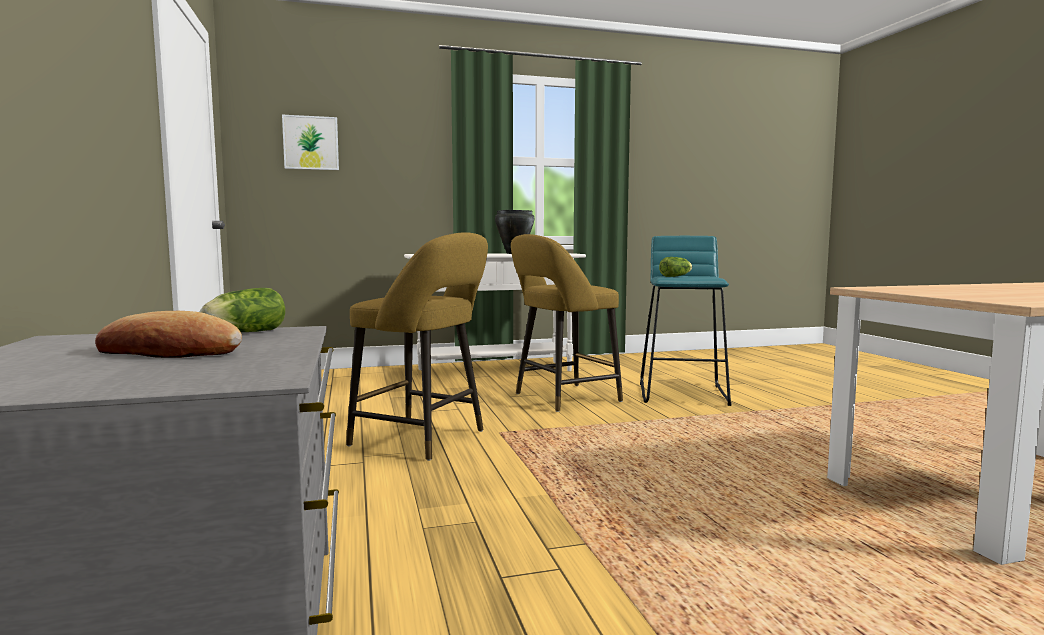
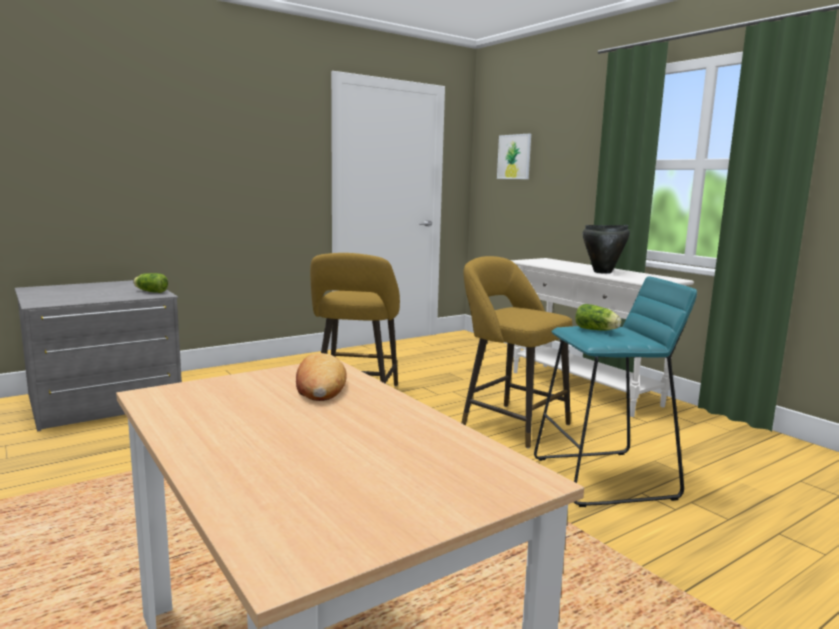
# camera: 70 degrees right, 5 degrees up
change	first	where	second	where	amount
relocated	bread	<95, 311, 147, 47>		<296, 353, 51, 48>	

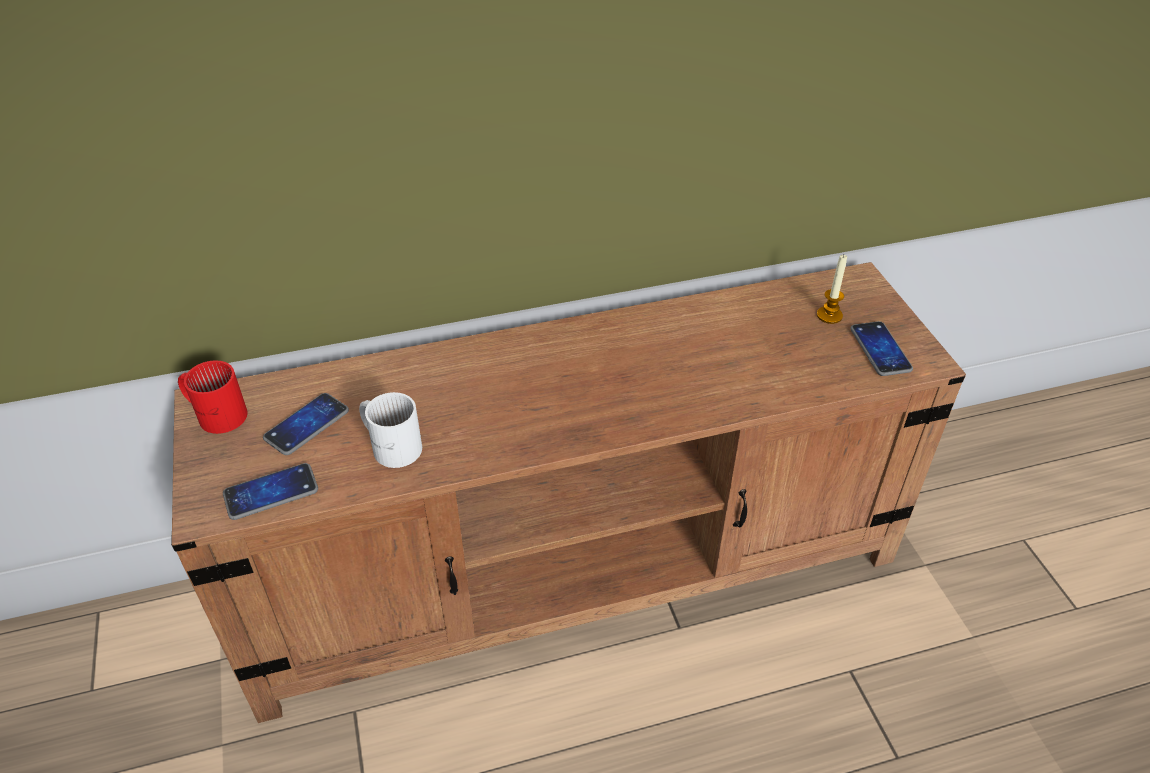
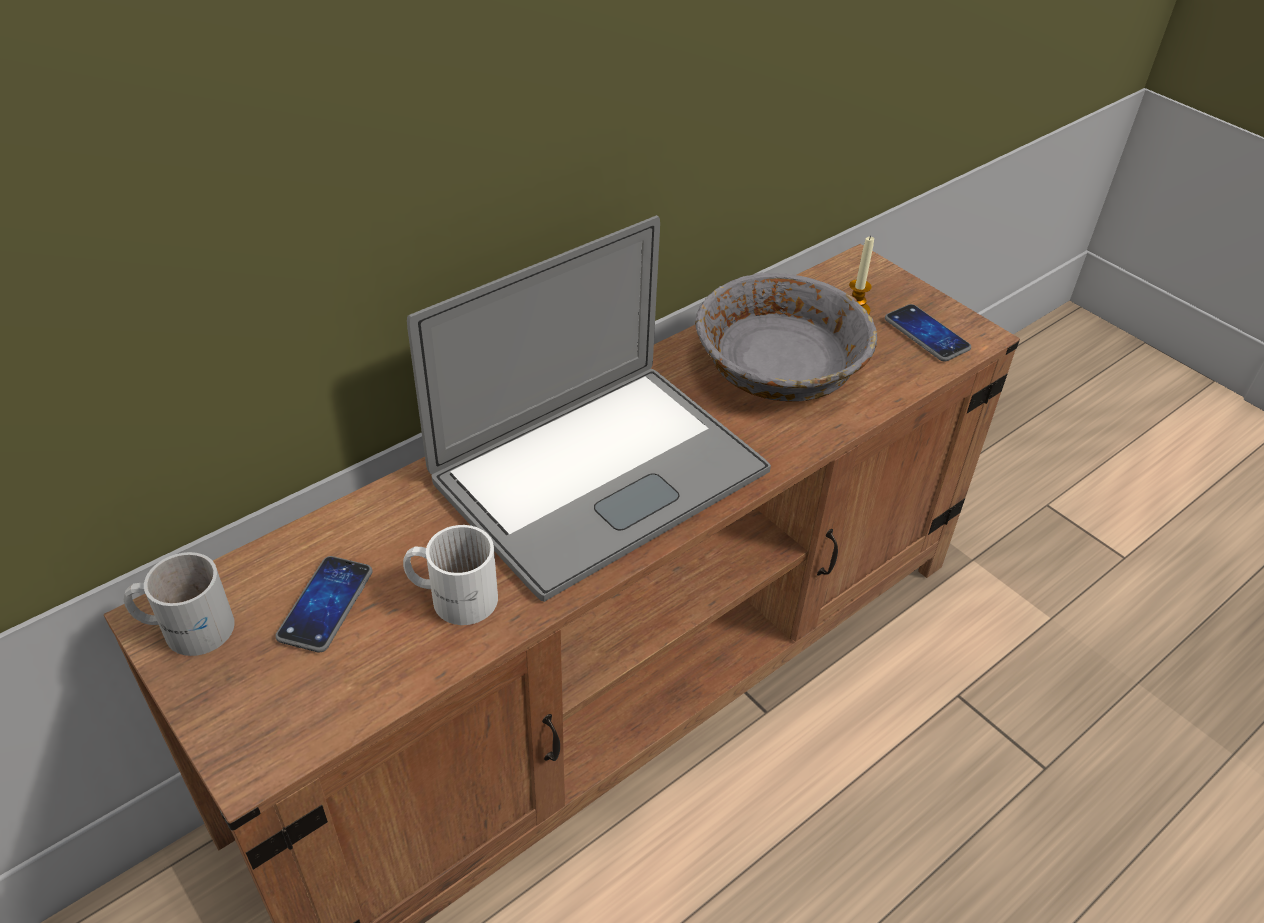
# camera: 25 degrees left, 0 degrees up
change	first	where	second	where	amount
colour	red mug	<178, 360, 70, 74>	white mug	<124, 552, 111, 104>	
missing	phone	<223, 463, 95, 57>			
appeared			laptop	<407, 215, 364, 387>	
appeared			grey bowl	<695, 272, 182, 130>	

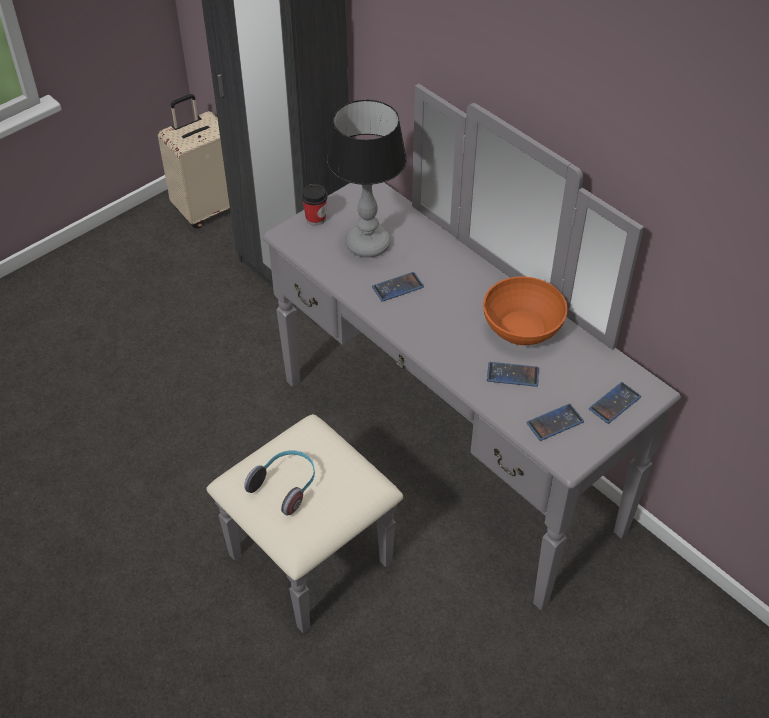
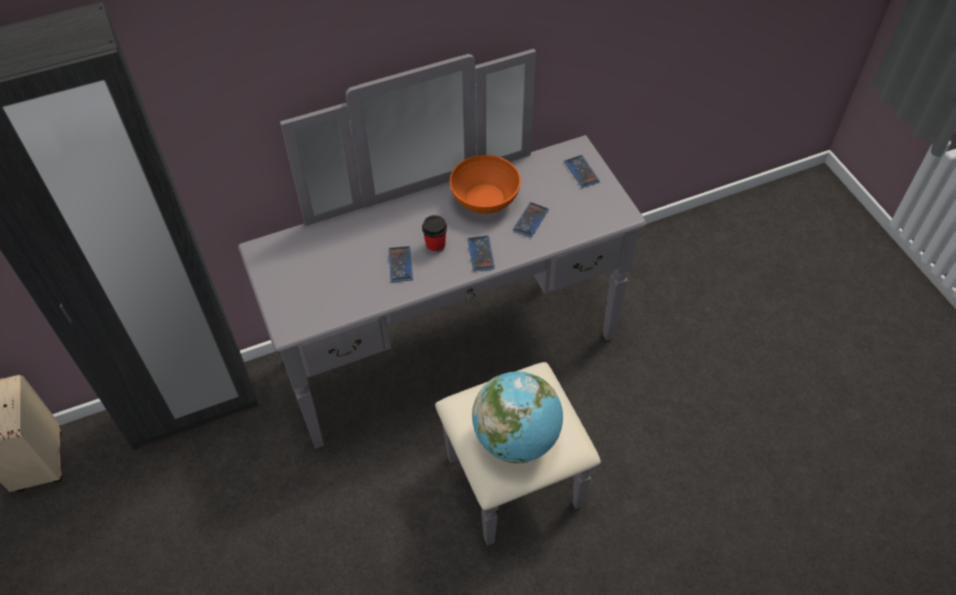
# camera: 70 degrees left, 5 degrees up
change	first	where	second	where	amount
missing	table lamp	<327, 100, 80, 158>			
relocated	cup	<301, 184, 27, 42>		<422, 215, 25, 38>	
relocated	phone	<526, 404, 58, 37>		<468, 235, 27, 37>	
exchanged	headphones	<244, 450, 71, 65>	globe	<472, 371, 91, 92>	

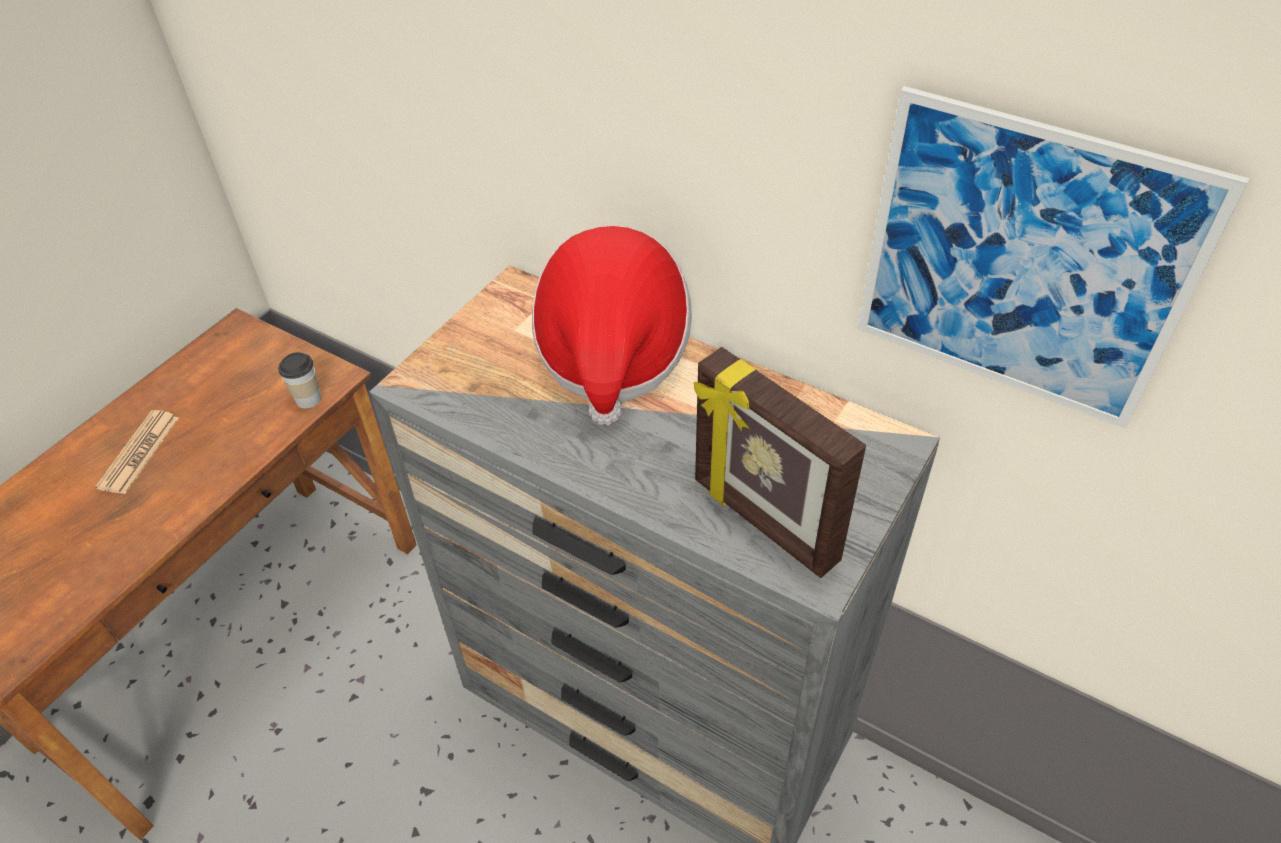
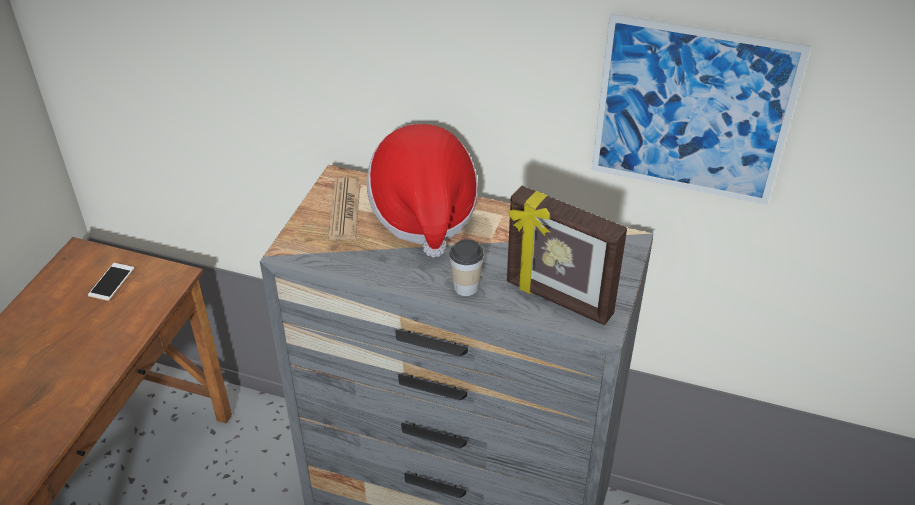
# camera: 15 degrees left, 5 degrees down
change	first	where	second	where	amount
relocated	cup	<278, 352, 43, 57>		<449, 239, 35, 57>	
relocated	newspaper	<95, 410, 84, 84>		<328, 177, 32, 63>	
appeared			phone	<88, 263, 46, 38>	

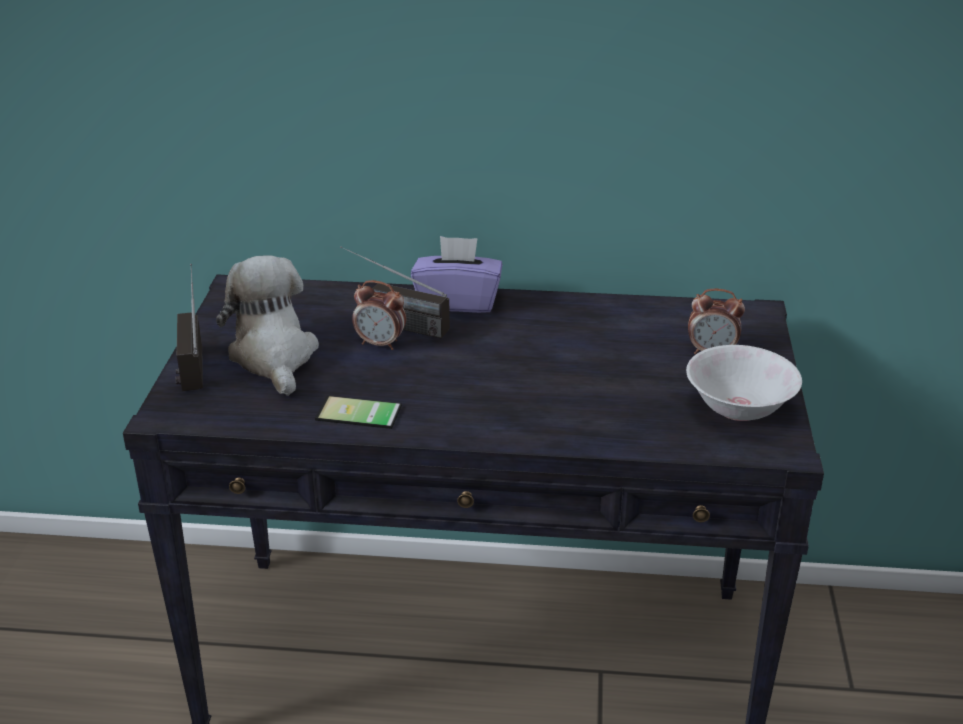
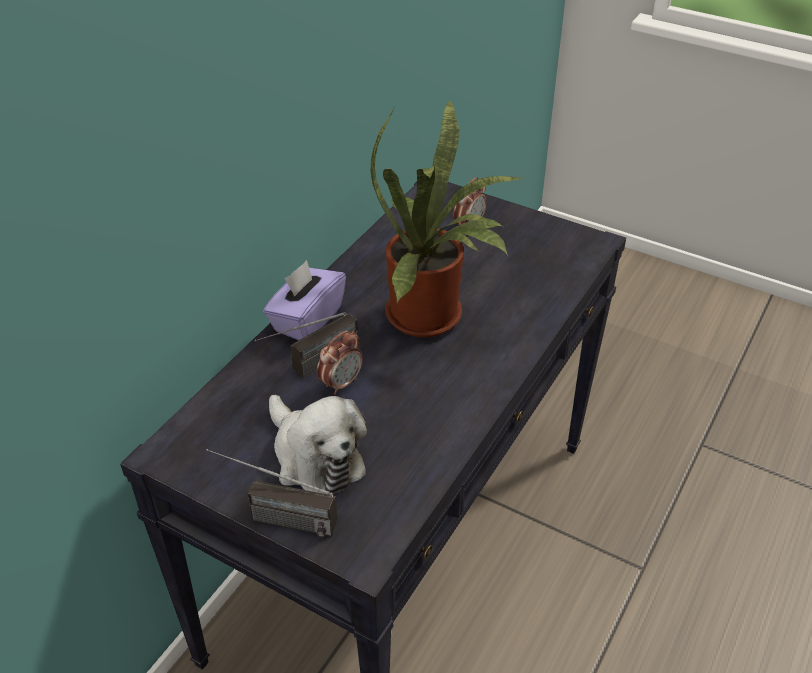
# camera: 65 degrees left, 10 degrees up
change	first	where	second	where	amount
spun	plush toy	<216, 256, 103, 140>		<269, 395, 98, 101>	135 degrees counterclockwise
missing	white bowl	<686, 345, 116, 76>			
missing	phone	<315, 395, 87, 34>			
appeared			potted plant	<371, 99, 155, 239>	

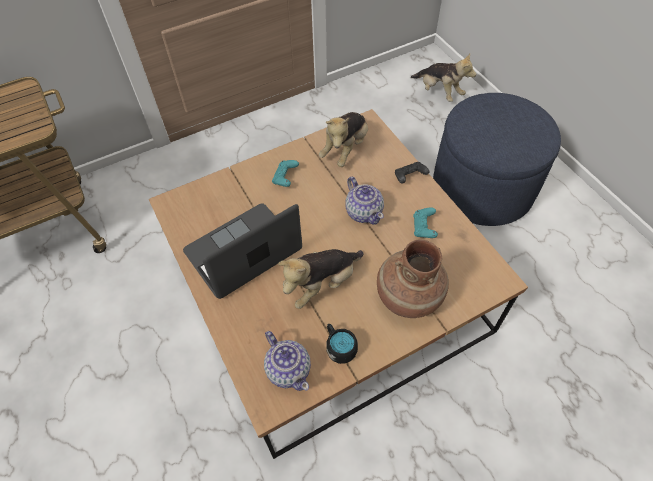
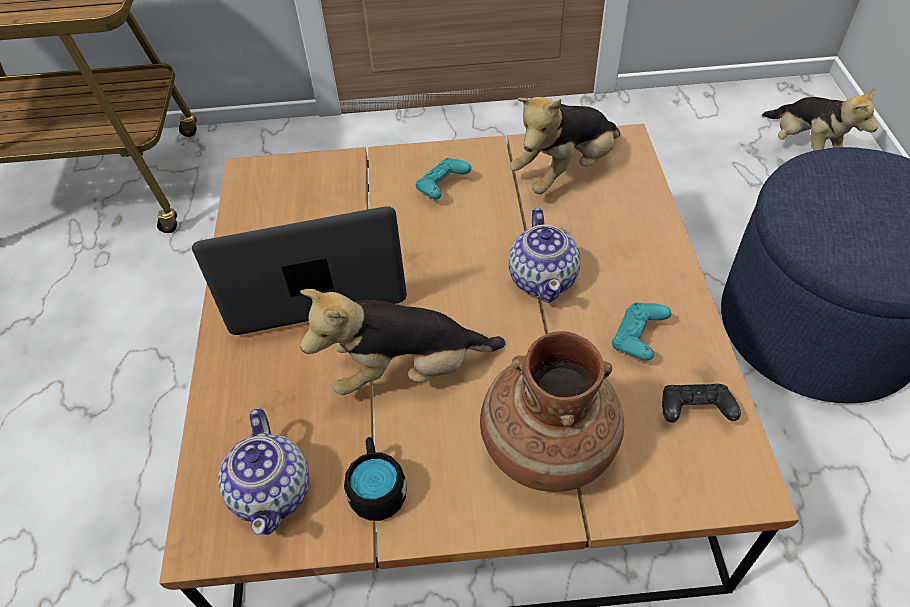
# camera: 25 degrees right, 5 degrees down
change	first	where	second	where	amount
relocated	black game controller	<395, 162, 34, 22>		<662, 383, 79, 39>	

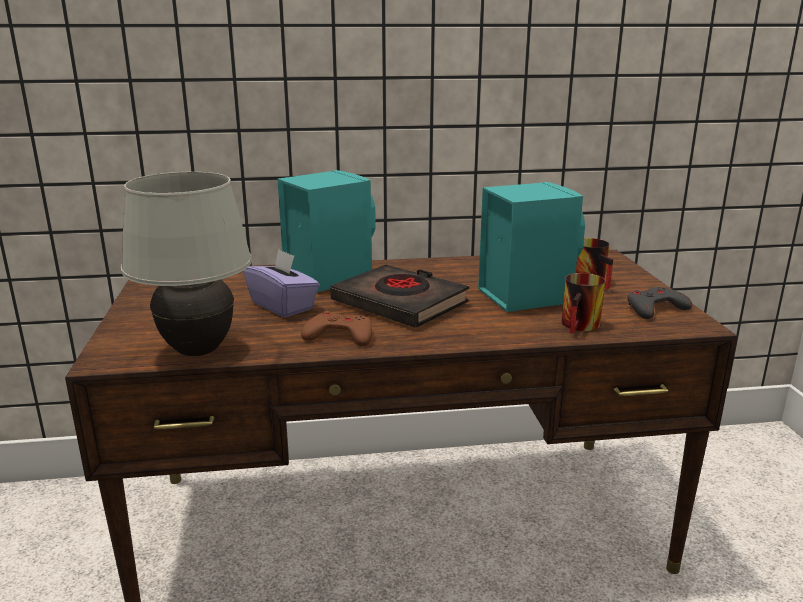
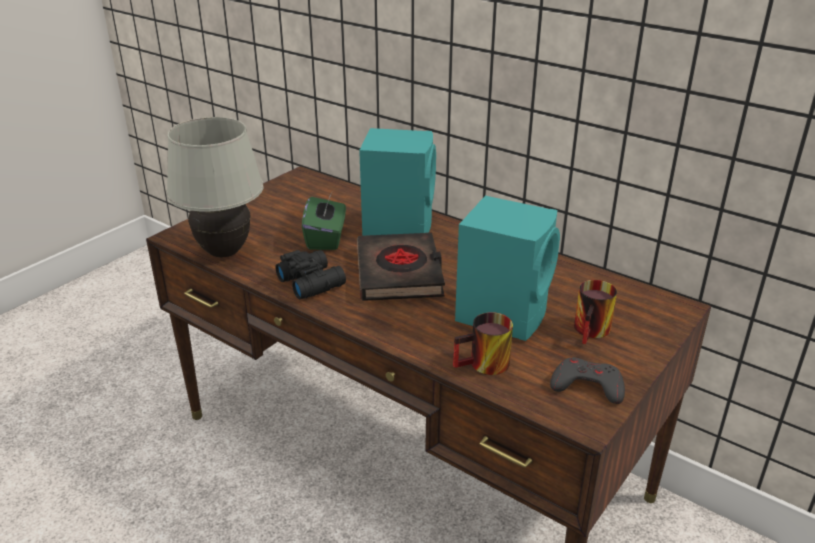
# camera: 45 degrees right, 10 degrees up
change	first	where	second	where	amount
colour	purple tissue box	<243, 249, 77, 68>	green tissue box	<302, 192, 44, 58>	
exchanged	brown game controller	<301, 311, 71, 35>	black binoculars	<275, 250, 71, 49>	

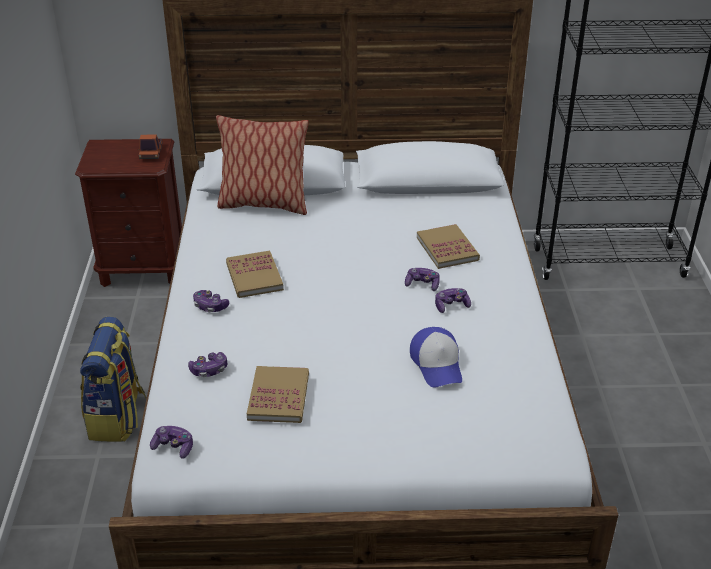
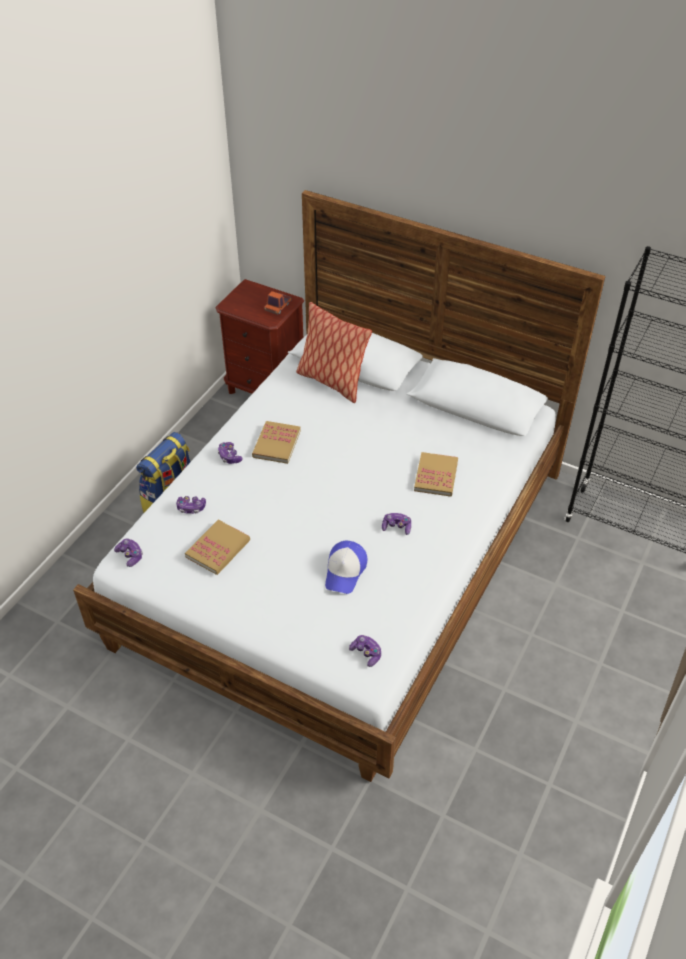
# camera: 30 degrees right, 10 degrees up
change	first	where	second	where	amount
relocated	game controller	<405, 268, 34, 23>		<349, 635, 32, 32>	

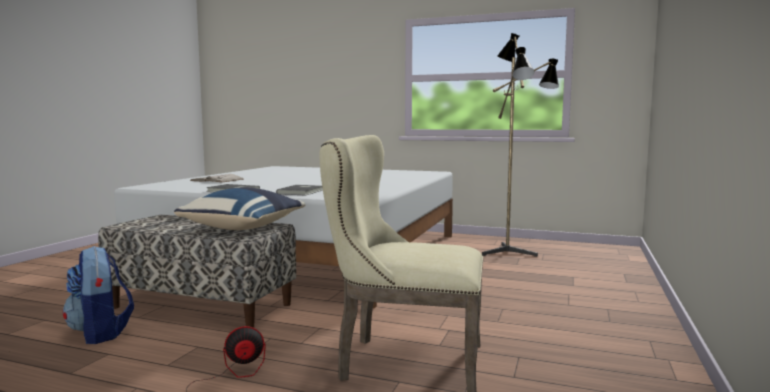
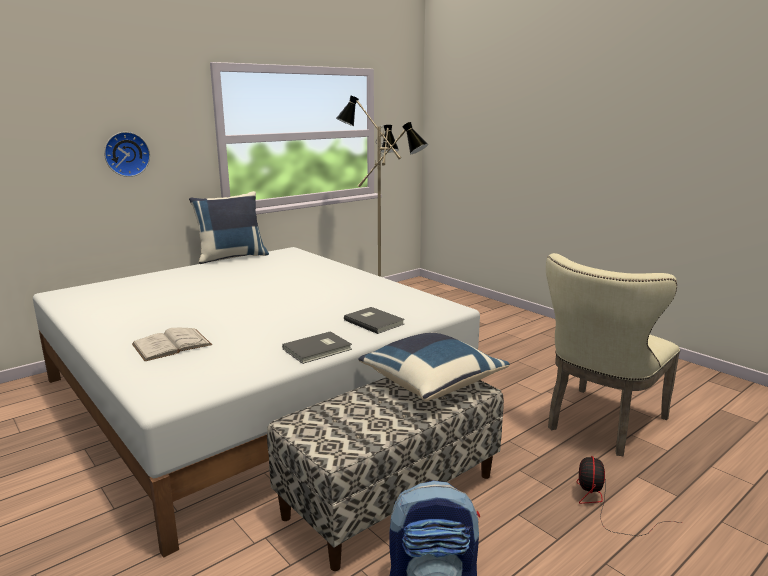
# camera: 60 degrees left, 10 degrees up
change	first	where	second	where	amount
appeared			wall clock	<104, 132, 46, 45>	
appeared			blue pillow	<189, 191, 80, 73>	

